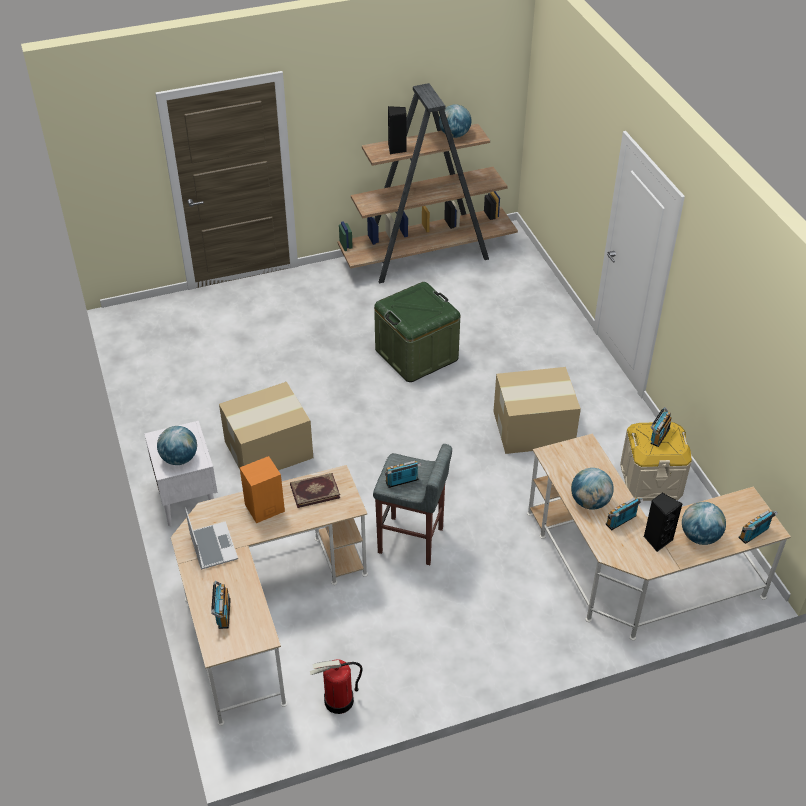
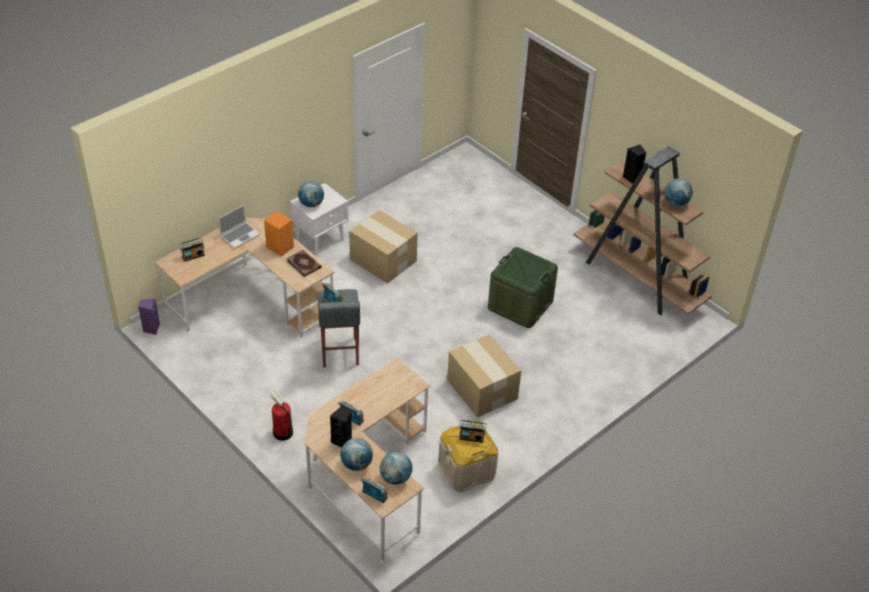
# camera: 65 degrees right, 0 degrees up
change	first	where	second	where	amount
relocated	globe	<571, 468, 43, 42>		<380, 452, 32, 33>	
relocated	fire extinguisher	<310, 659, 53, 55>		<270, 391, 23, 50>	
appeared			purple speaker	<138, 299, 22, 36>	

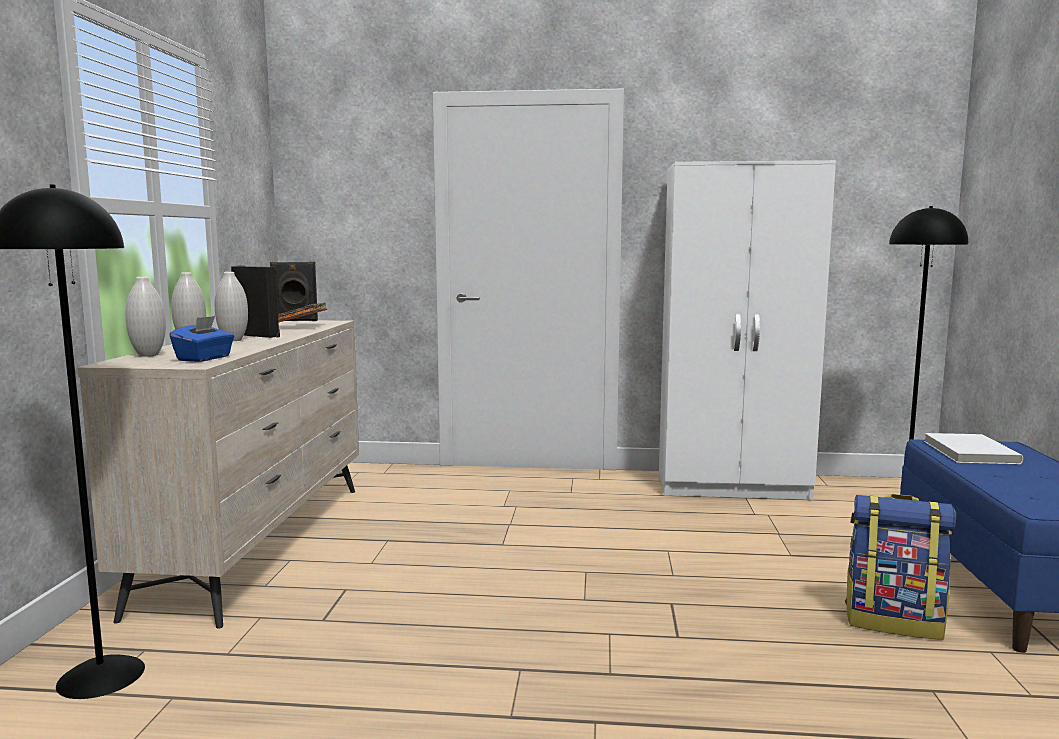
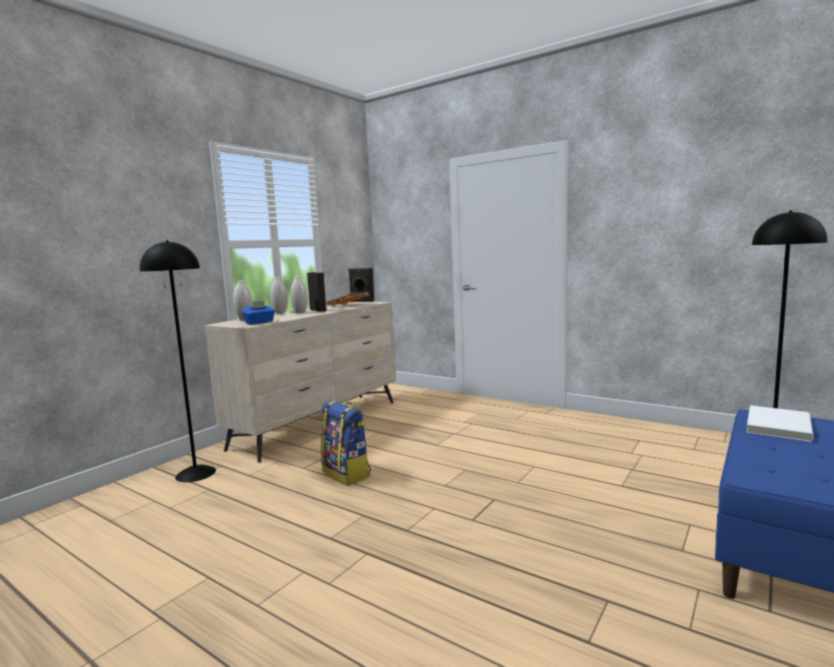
# camera: 30 degrees right, 0 degrees up
change	first	where	second	where	amount
missing	white wardrobe	<659, 160, 177, 340>			
relocated	backpack	<845, 494, 111, 146>		<321, 400, 50, 86>	

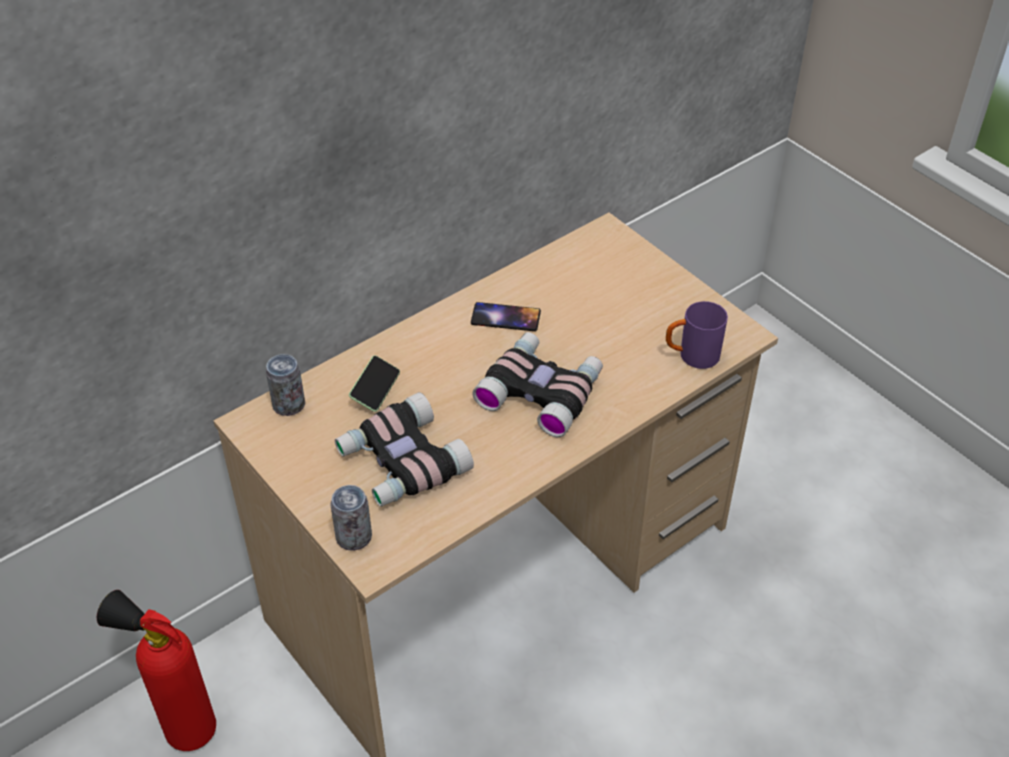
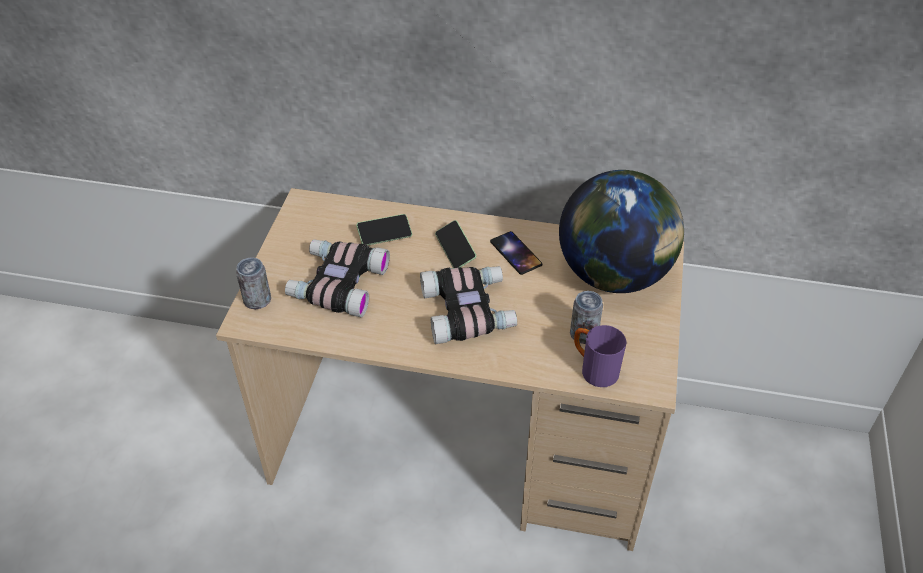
# camera: 50 degrees right, 0 degrees up
change	first	where	second	where	amount
relocated	can	<266, 354, 39, 62>		<570, 291, 33, 53>	
missing	fire extinguisher	<97, 590, 119, 161>			
appeared			globe	<559, 170, 125, 123>	
appeared			phone	<435, 220, 41, 48>	

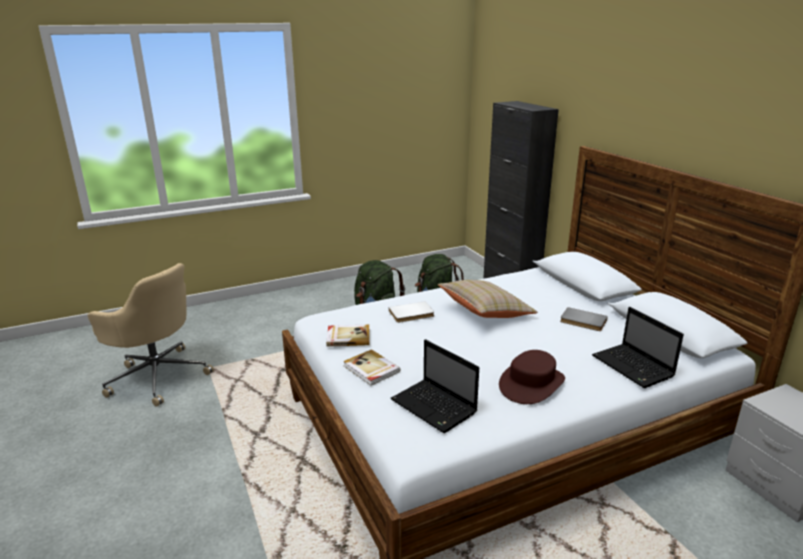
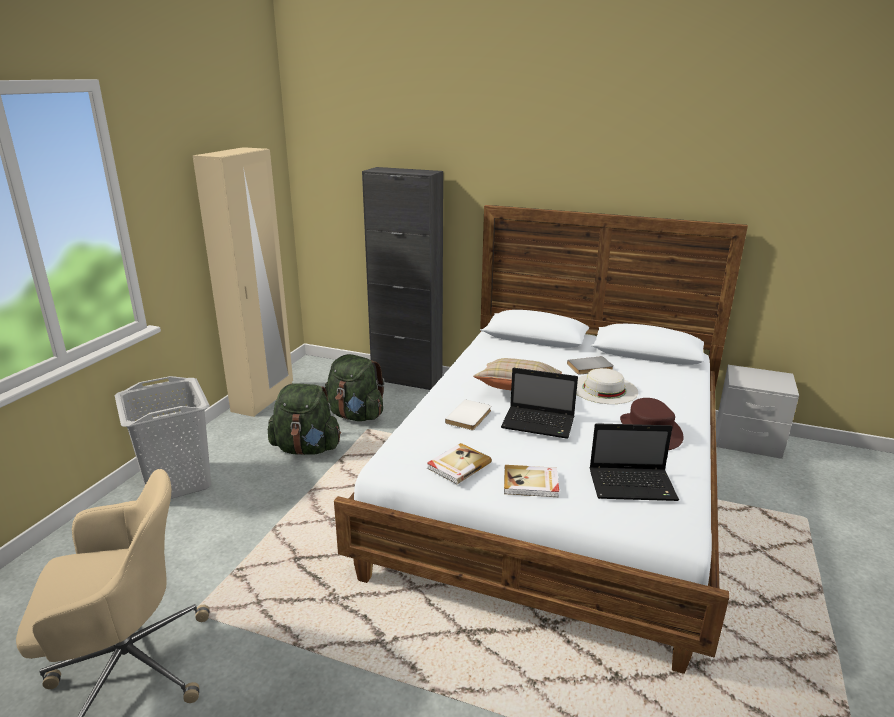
# camera: 45 degrees left, 0 degrees up
change	first	where	second	where	amount
relocated	laptop	<592, 307, 92, 81>		<501, 367, 77, 72>	
appeared			beige wardrobe	<193, 147, 100, 270>	
appeared			white hat	<576, 368, 62, 36>	
appeared			grey laundry basket	<114, 376, 97, 123>	

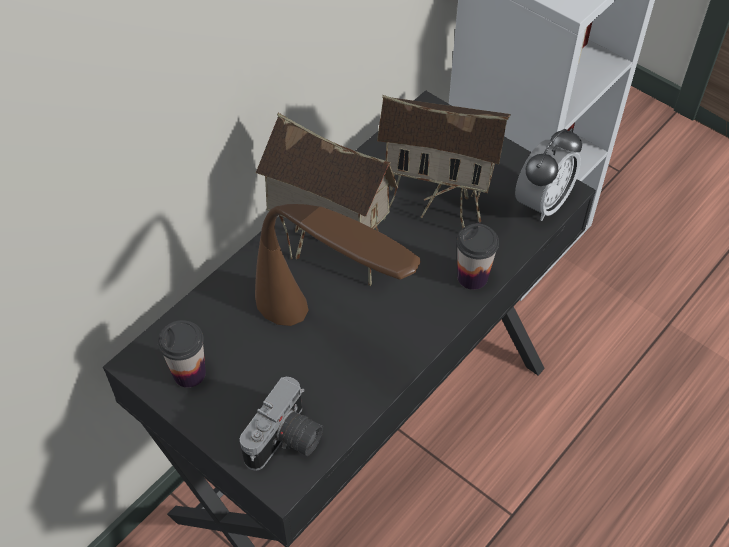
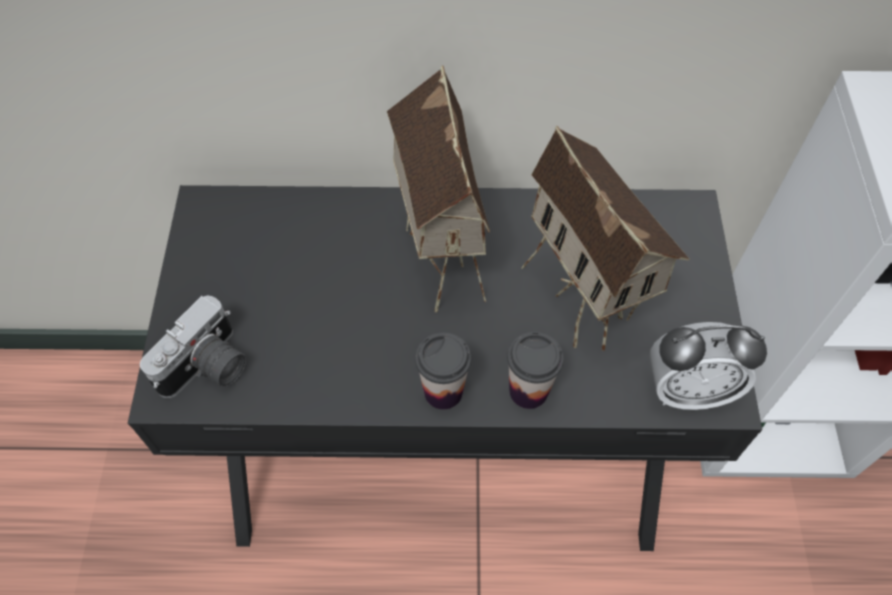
# camera: 50 degrees right, 5 degrees up
change	first	where	second	where	amount
missing	brown table lamp	<255, 204, 166, 122>			
relocated	cup	<158, 320, 48, 68>		<415, 333, 56, 76>	
spun	photo camera	<240, 377, 84, 94>		<140, 295, 106, 103>	45 degrees counterclockwise

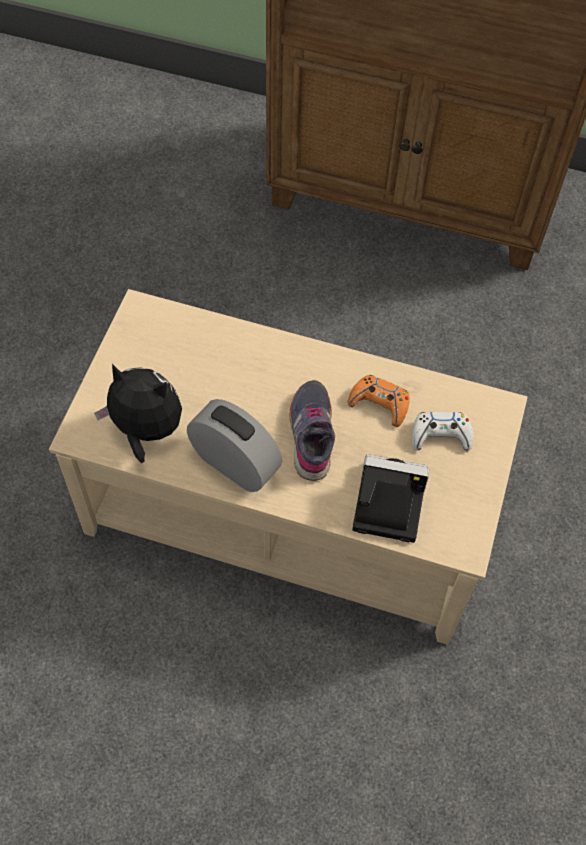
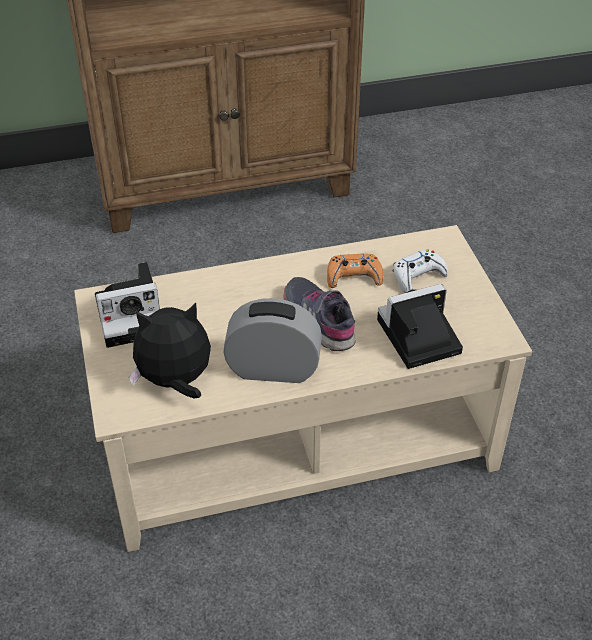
# camera: 30 degrees left, 15 degrees down
change	first	where	second	where	amount
appeared			photo camera	<95, 262, 65, 86>	

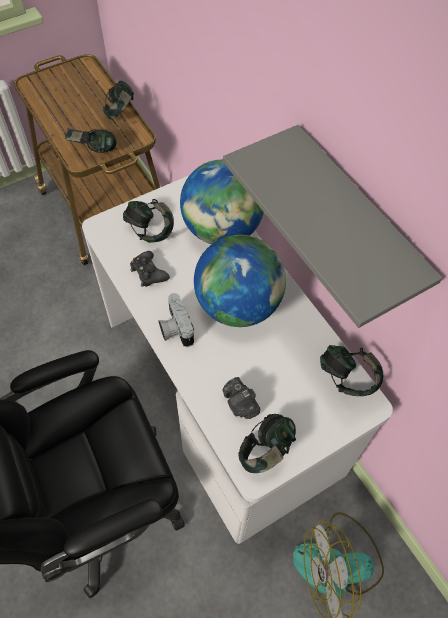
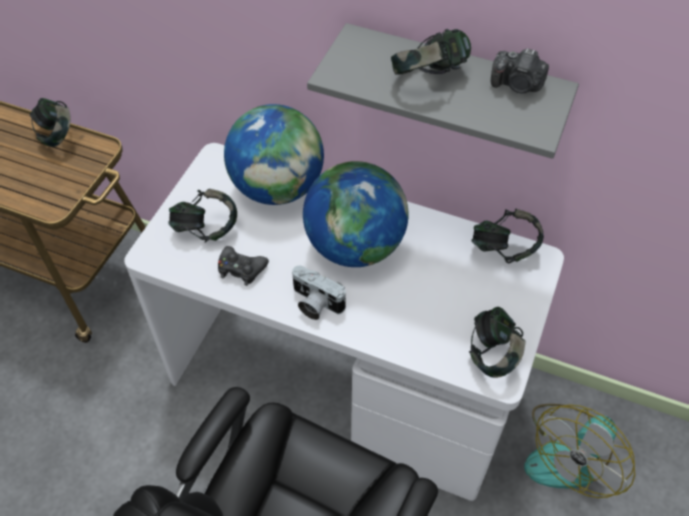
# camera: 35 degrees left, 5 degrees down
change	first	where	second	where	amount
relocated	headphones	<65, 128, 52, 25>		<391, 29, 80, 46>	
relocated	photo camera	<223, 377, 37, 42>		<491, 48, 58, 46>	

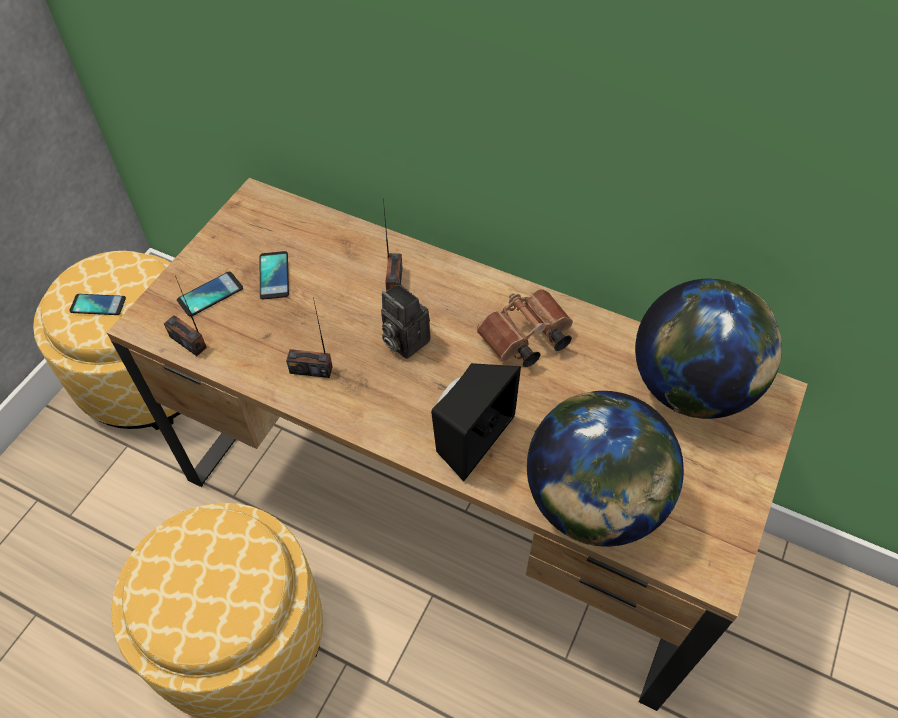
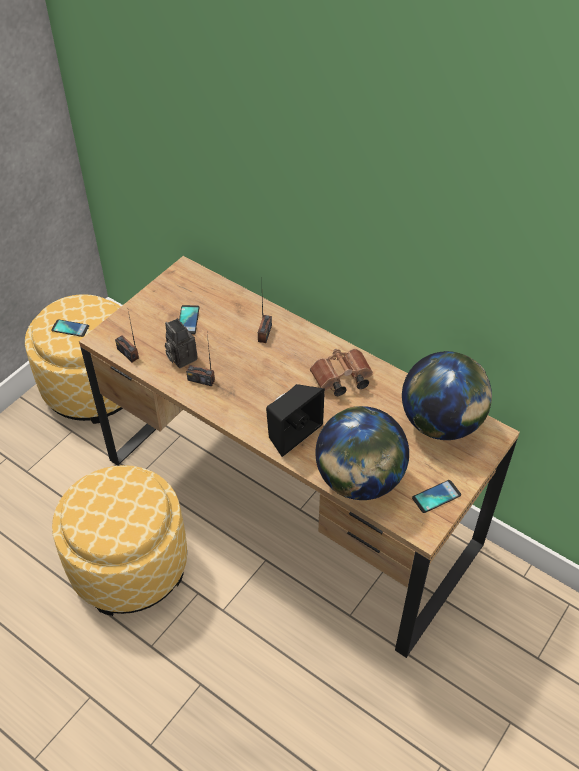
# camera: 10 degrees right, 5 degrees down
change	first	where	second	where	amount
relocated	phone	<177, 272, 66, 45>		<412, 480, 49, 33>	
relocated	photo camera	<381, 283, 50, 76>		<165, 318, 33, 50>	

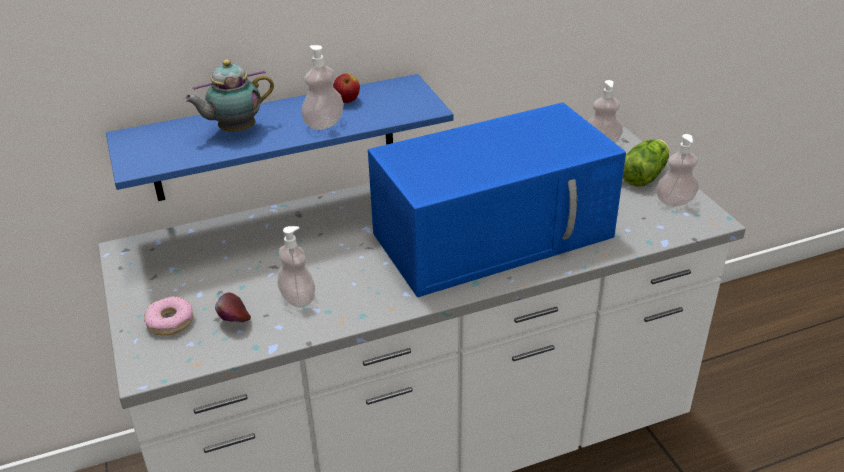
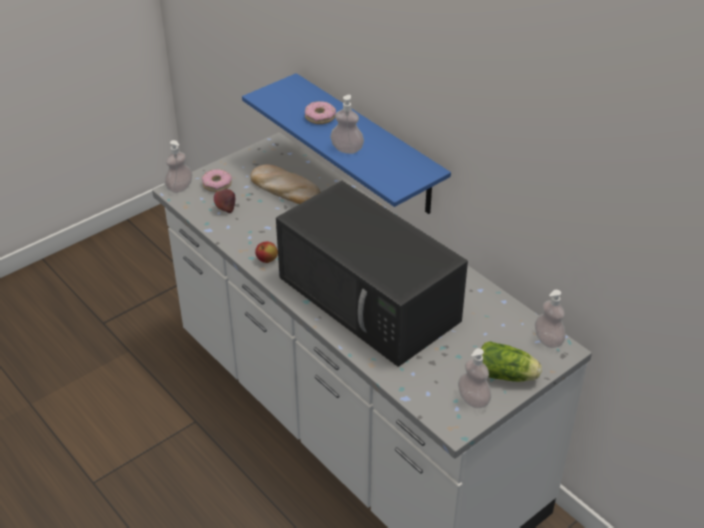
# camera: 70 degrees right, 5 degrees up
change	first	where	second	where	amount
exchanged	teapot	<184, 60, 90, 72>	donut	<305, 101, 31, 23>	
relocated	apple	<333, 74, 27, 29>		<255, 242, 23, 21>	
colour	blue microwave	<368, 102, 258, 195>	black microwave	<276, 181, 192, 186>	
relocated	soap dispenser	<277, 226, 38, 82>		<165, 140, 27, 53>	
appeared			bread	<251, 164, 69, 40>	

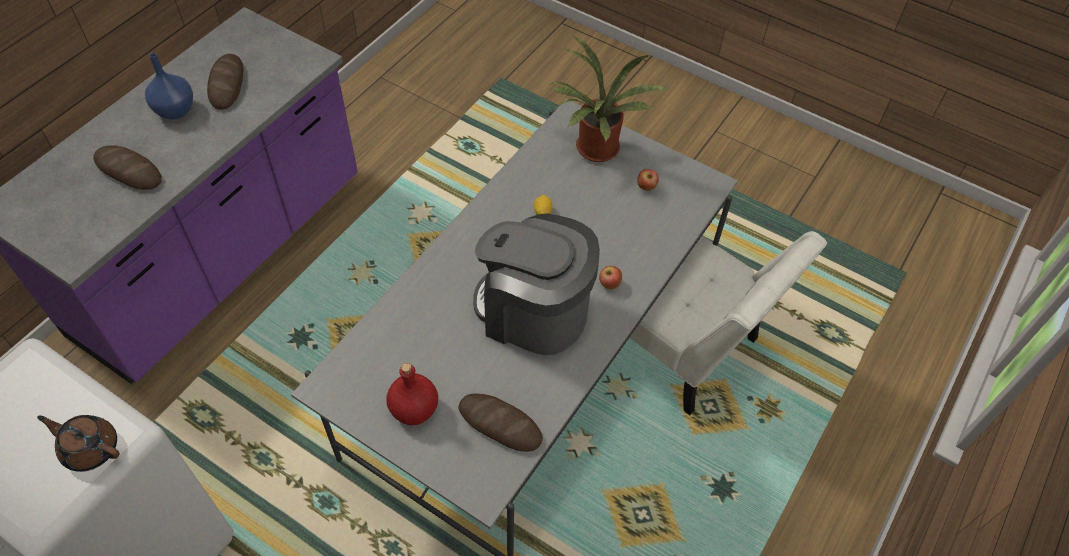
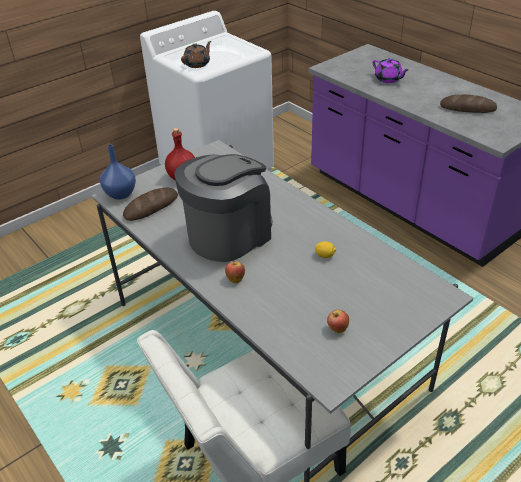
# camera: 110 degrees right, 15 degrees down
change	first	where	second	where	amount
missing	potted plant	<547, 36, 122, 126>			
relocated	blue vase	<145, 53, 48, 67>		<100, 145, 36, 55>	
exchanged	bread	<93, 145, 69, 45>	purple teapot	<373, 58, 36, 25>	

